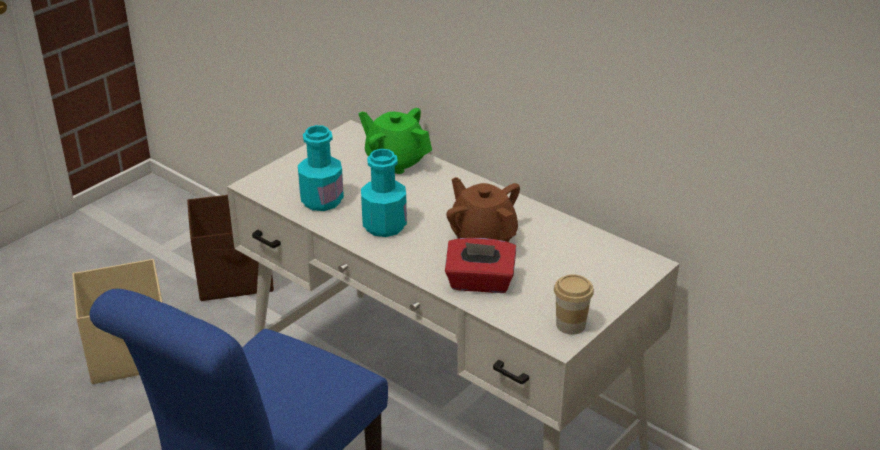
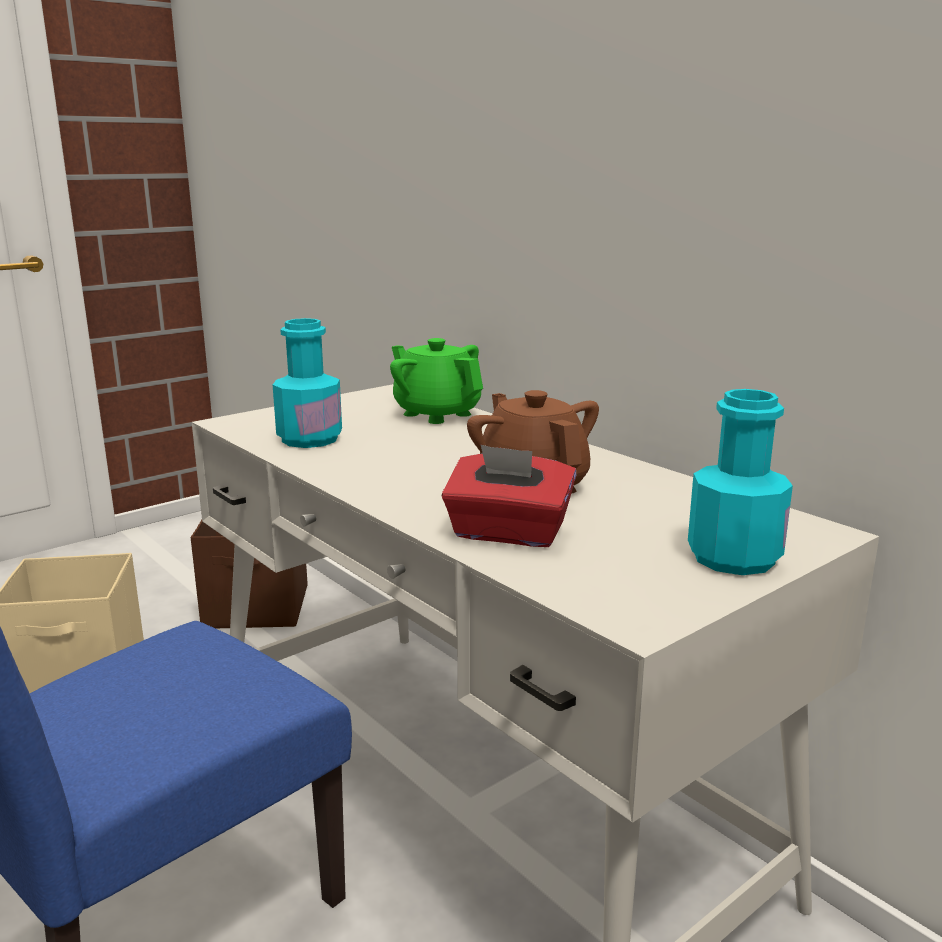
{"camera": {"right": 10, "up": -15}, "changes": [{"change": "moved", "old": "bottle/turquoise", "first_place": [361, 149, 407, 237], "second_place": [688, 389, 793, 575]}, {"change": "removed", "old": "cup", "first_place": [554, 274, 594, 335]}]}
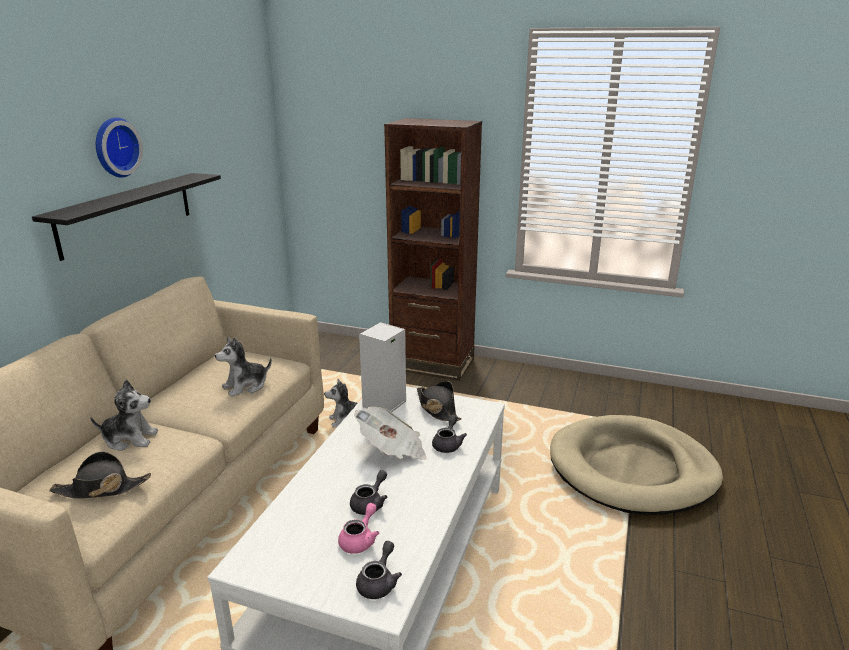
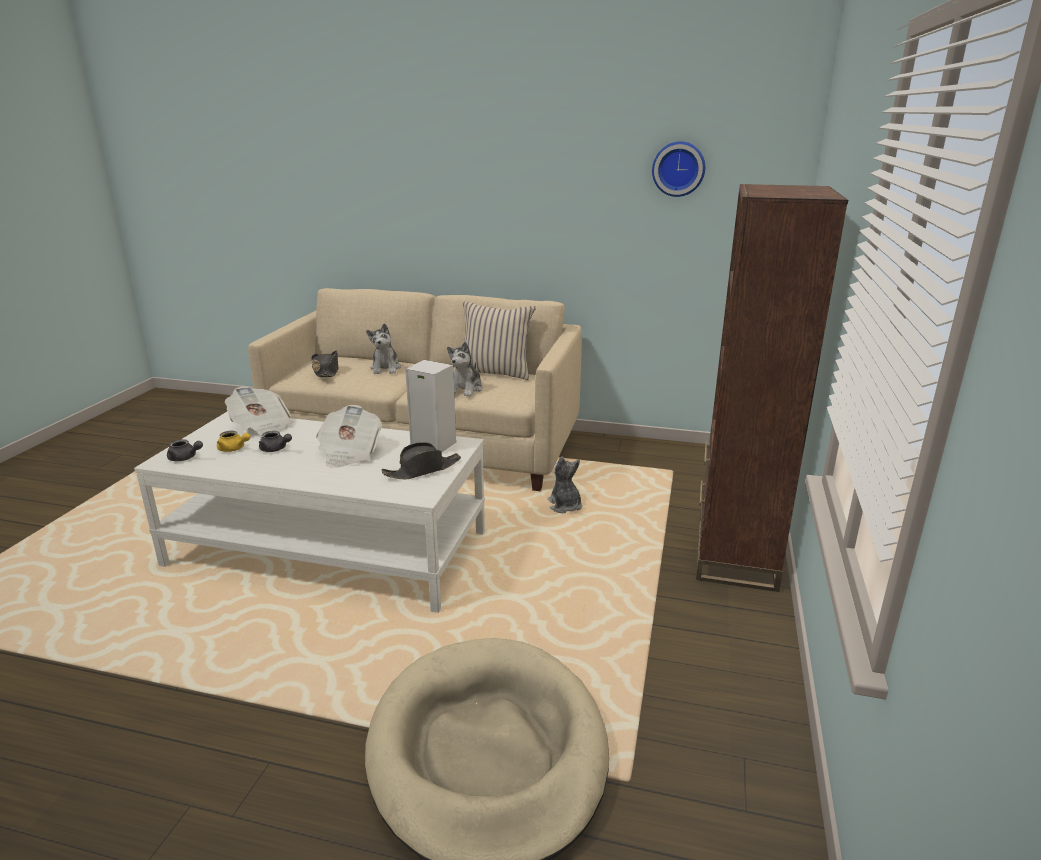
{"camera": {"right": 85, "up": 0}, "changes": [{"change": "recoloured", "old": "teapot/pink", "new": "teapot/yellow", "first_place": [338, 503, 379, 554], "second_place": [217, 431, 251, 452]}, {"change": "added", "new": "newspaper", "second_place": [225, 386, 293, 436]}, {"change": "turned", "old": "plush toy", "first_place": [215, 337, 272, 397], "second_place": [447, 342, 483, 397], "degrees": -120}, {"change": "added", "new": "pillow/beige", "second_place": [463, 301, 536, 380]}, {"change": "moved", "old": "wall clock", "first_place": [96, 118, 143, 178], "second_place": [652, 141, 705, 197]}, {"change": "removed", "old": "shelf/black", "first_place": [32, 173, 221, 261]}, {"change": "removed", "old": "teapot/grey", "first_place": [432, 415, 467, 453]}]}
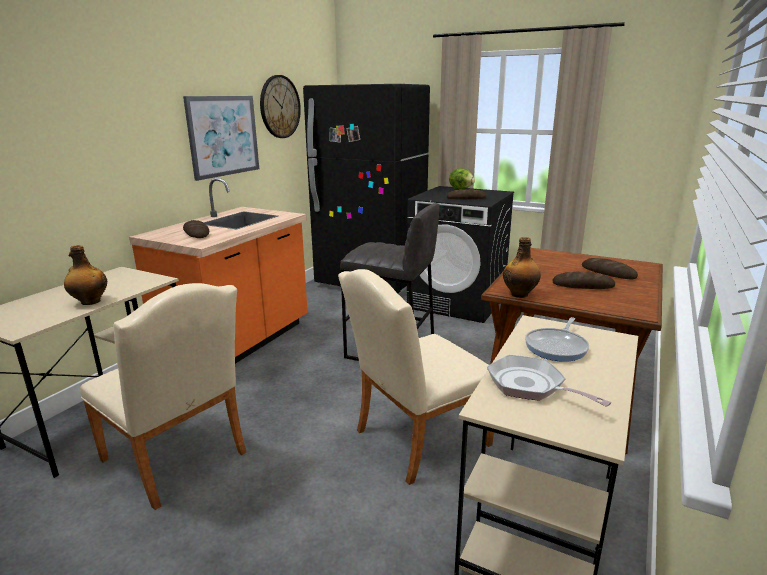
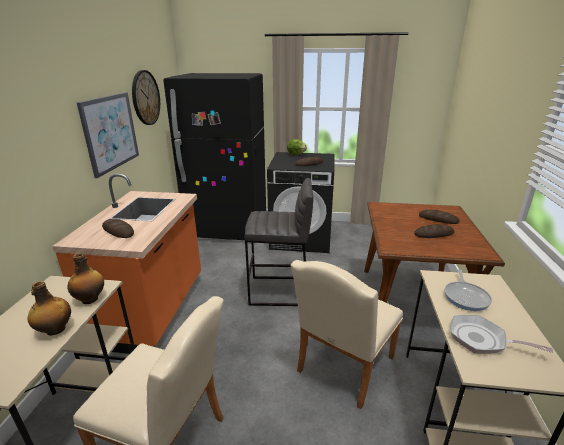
{"camera": {"right": -20, "up": 5}, "changes": [{"change": "moved", "old": "bottle", "first_place": [503, 237, 541, 298], "second_place": [67, 253, 104, 304]}]}
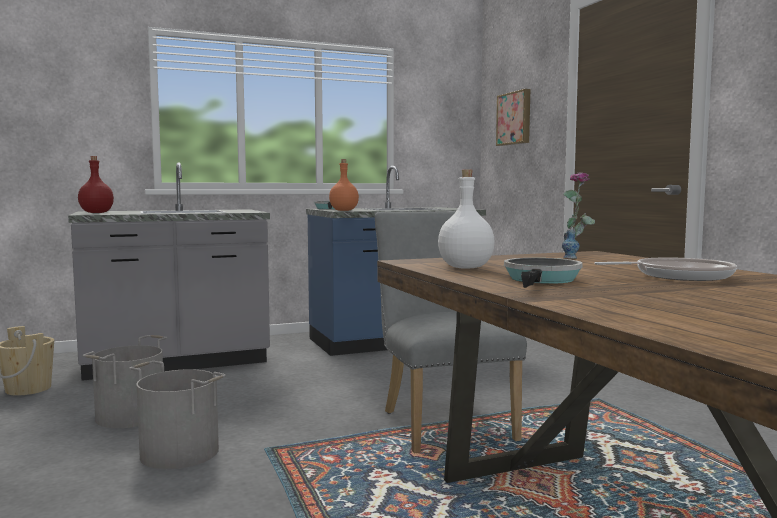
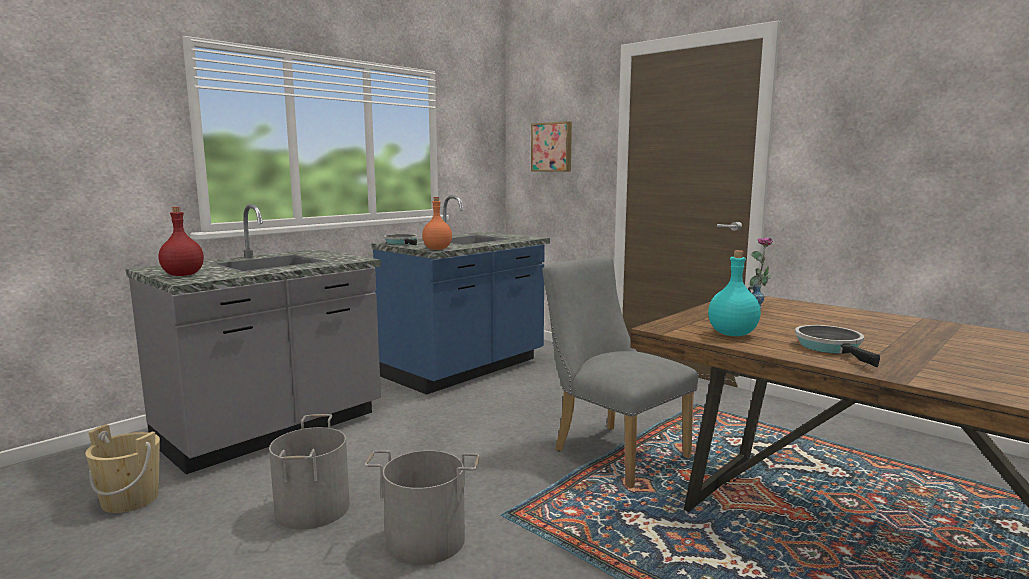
{"camera": {"right": -25, "up": 5}, "changes": [{"change": "recoloured", "old": "bottle/white", "new": "bottle/turquoise", "first_place": [438, 169, 495, 269], "second_place": [708, 250, 761, 336]}, {"change": "removed", "old": "frying pan", "first_place": [595, 257, 737, 281]}]}
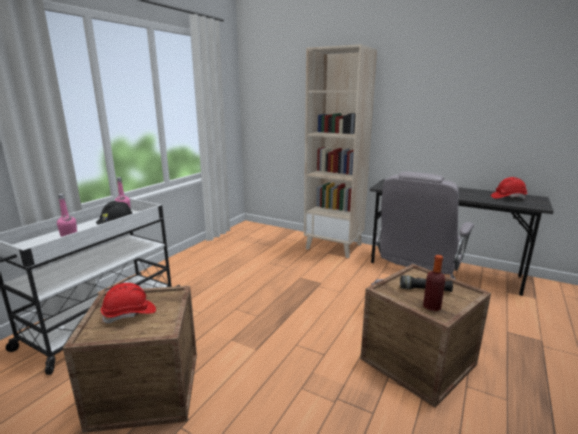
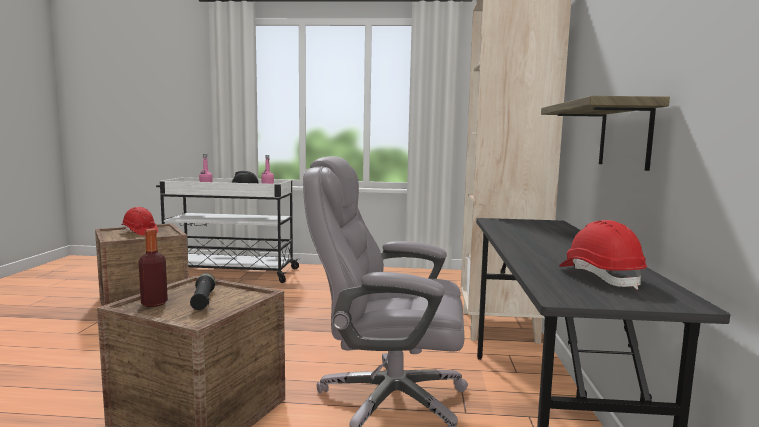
{"camera": {"right": 65, "up": -10}, "changes": [{"change": "added", "new": "shelf", "second_place": [541, 96, 670, 171]}]}
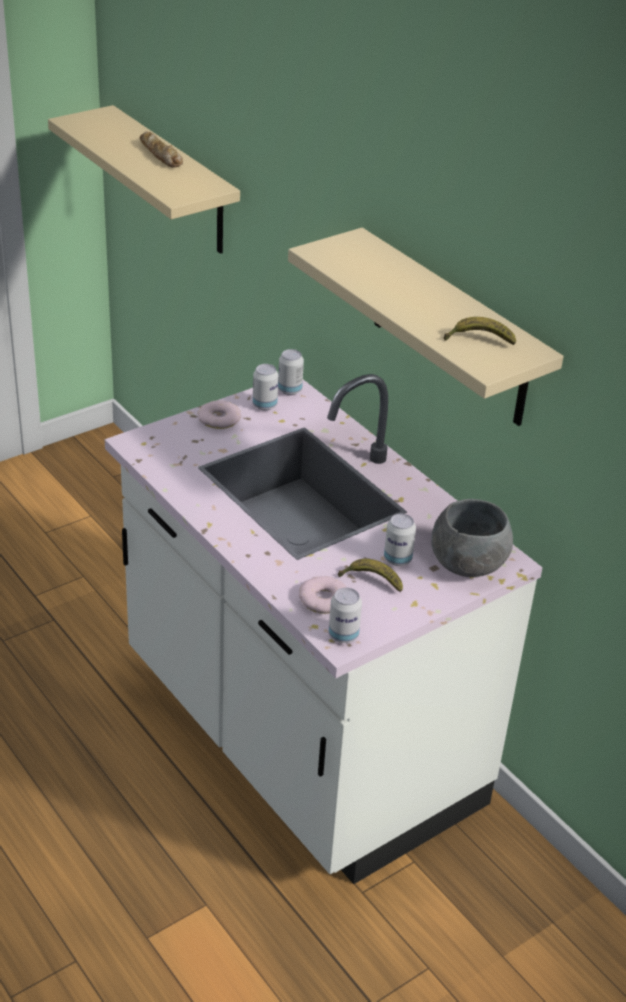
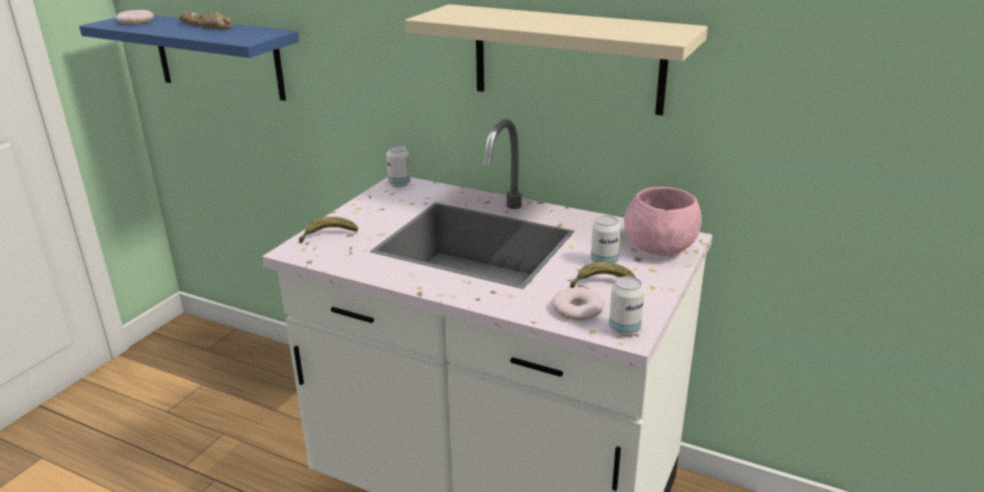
{"camera": {"right": -25, "up": -10}, "changes": [{"change": "recoloured", "old": "shelf/beige", "new": "shelf/blue", "first_place": [48, 105, 240, 254], "second_place": [79, 15, 299, 101]}, {"change": "moved", "old": "donut", "first_place": [198, 400, 241, 429], "second_place": [116, 10, 154, 24]}, {"change": "moved", "old": "banana", "first_place": [444, 317, 516, 345], "second_place": [299, 217, 358, 243]}, {"change": "recoloured", "old": "bowl/grey", "new": "bowl/pink", "first_place": [431, 499, 513, 577], "second_place": [624, 187, 702, 256]}, {"change": "removed", "old": "can", "first_place": [253, 364, 279, 411]}]}
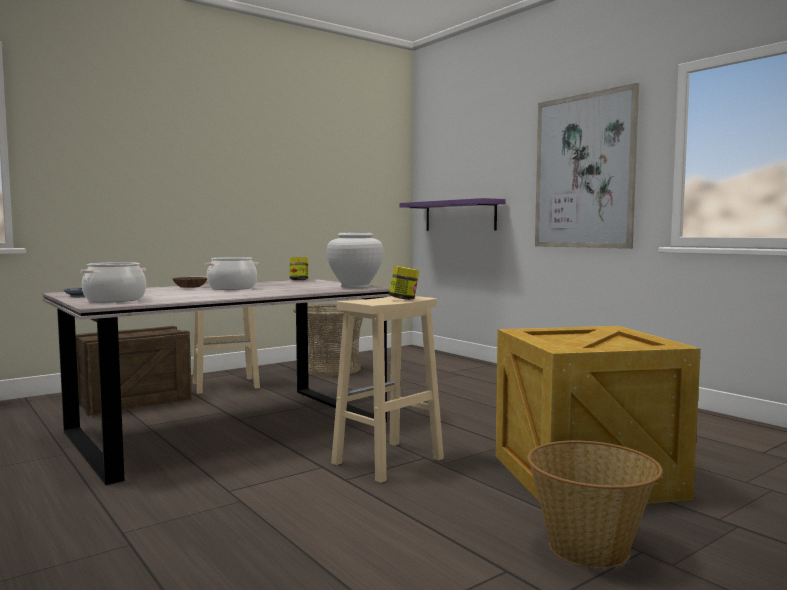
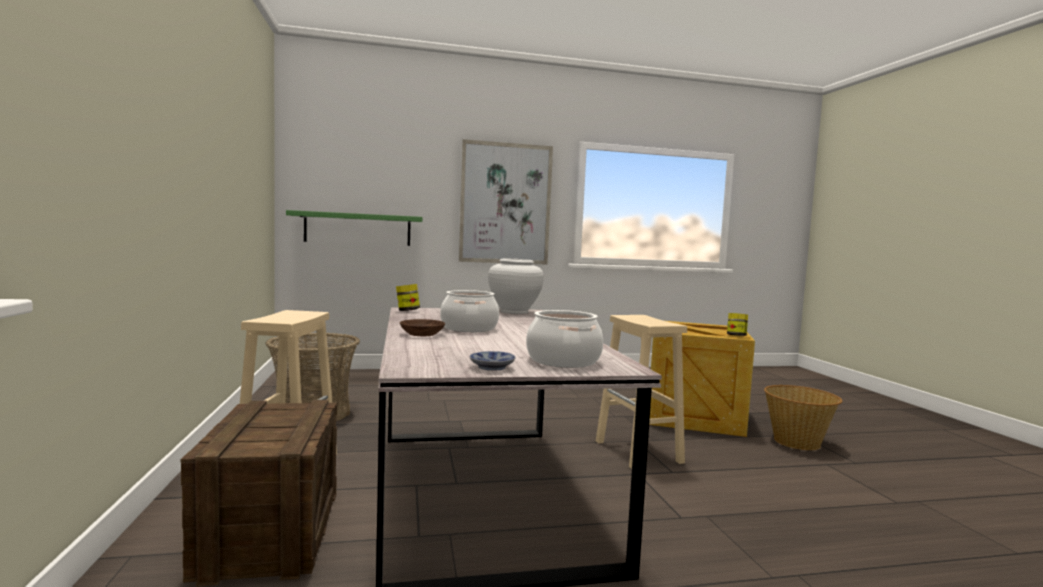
{"camera": {"right": -65, "up": 0}, "changes": [{"change": "recoloured", "old": "shelf/purple", "new": "shelf/green", "first_place": [399, 198, 506, 231], "second_place": [286, 210, 422, 246]}, {"change": "moved", "old": "jar", "first_place": [389, 266, 419, 300], "second_place": [727, 313, 748, 336]}]}
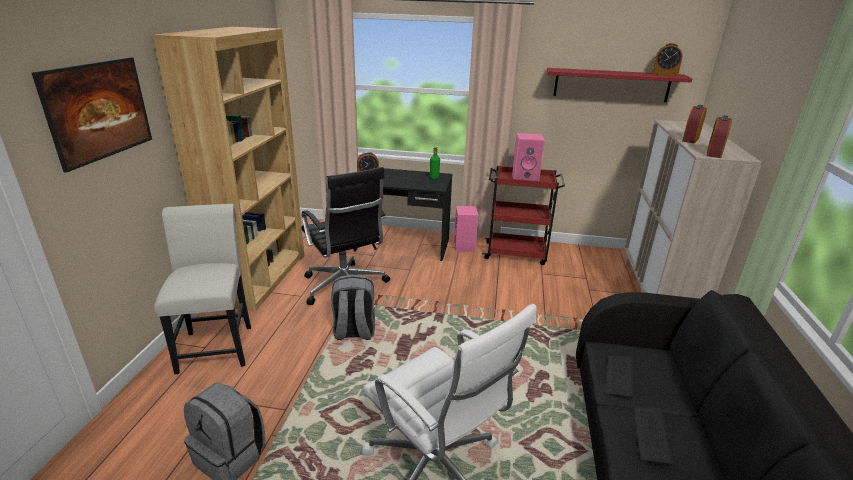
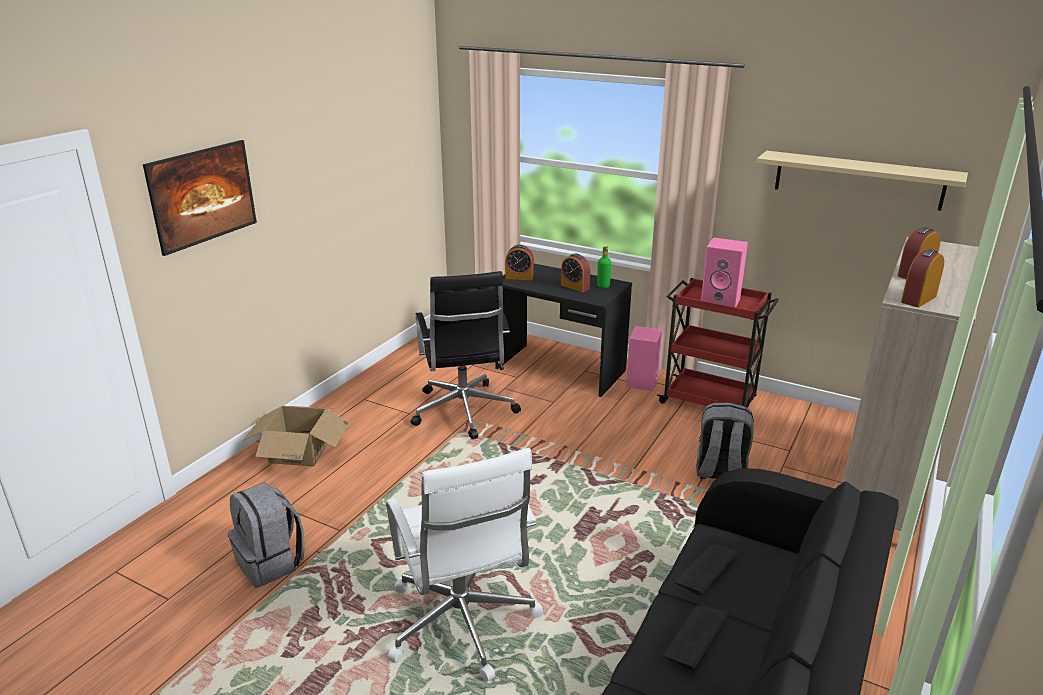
{"camera": {"right": 20, "up": 0}, "changes": [{"change": "replaced", "old": "chair/white", "new": "cardboard box", "first_place": [154, 204, 251, 374], "second_place": [243, 406, 350, 467]}, {"change": "moved", "old": "alarm clock", "first_place": [652, 43, 683, 76], "second_place": [561, 253, 590, 292]}, {"change": "moved", "old": "backpack/grey", "first_place": [331, 274, 375, 340], "second_place": [696, 402, 754, 479]}, {"change": "recoloured", "old": "shelf/red", "new": "shelf/beige", "first_place": [547, 68, 692, 102], "second_place": [756, 151, 968, 211]}, {"change": "removed", "old": "bookcase/brown", "first_place": [153, 27, 304, 312]}]}
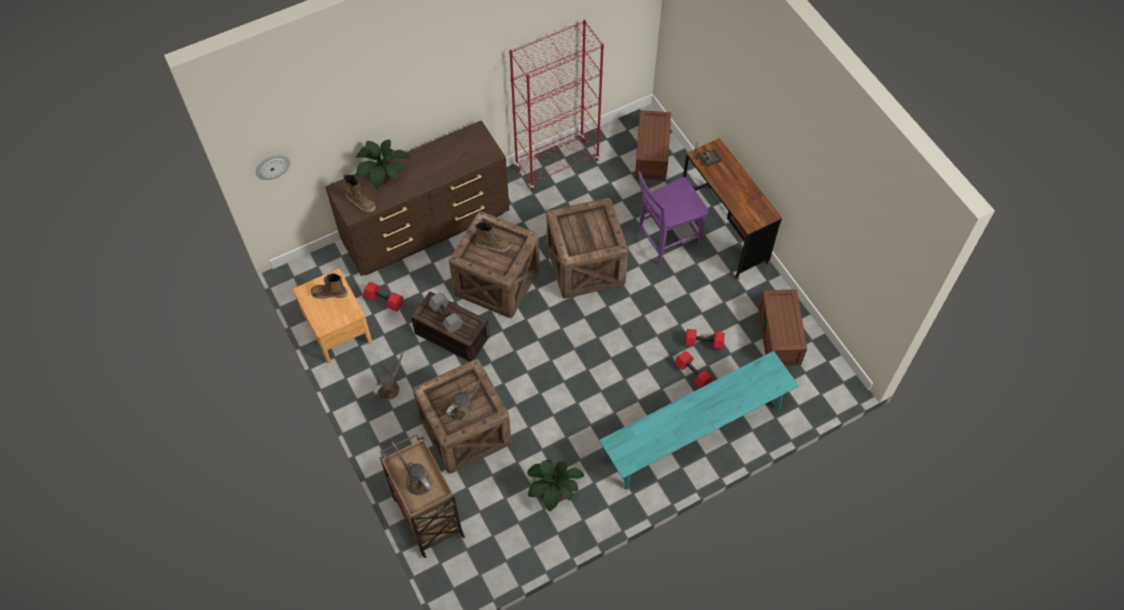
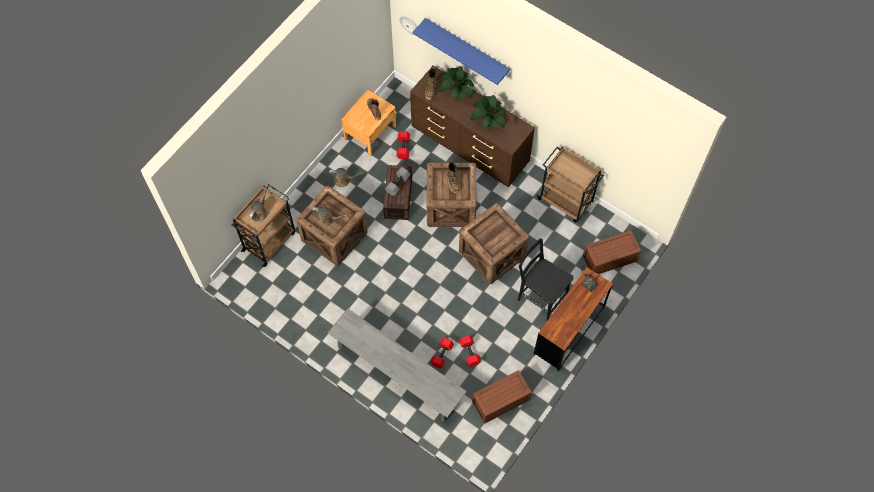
{"camera": {"right": 65, "up": 5}, "changes": [{"change": "recoloured", "old": "bench/turquoise", "new": "bench/grey", "first_place": [599, 351, 799, 489], "second_place": [328, 309, 467, 421]}, {"change": "added", "new": "shelf/blue", "second_place": [413, 18, 510, 85]}, {"change": "moved", "old": "potted plant", "first_place": [527, 459, 584, 511], "second_place": [470, 95, 506, 130]}, {"change": "recoloured", "old": "chair/purple", "new": "chair/black", "first_place": [638, 171, 708, 265], "second_place": [518, 238, 574, 320]}, {"change": "replaced", "old": "bookcase/red", "new": "cart/brown", "first_place": [509, 20, 604, 190], "second_place": [537, 146, 604, 223]}]}
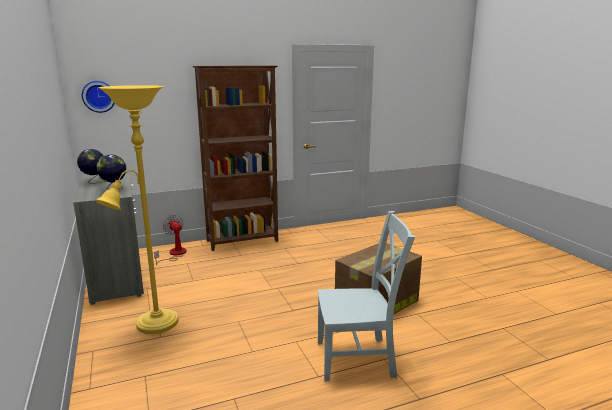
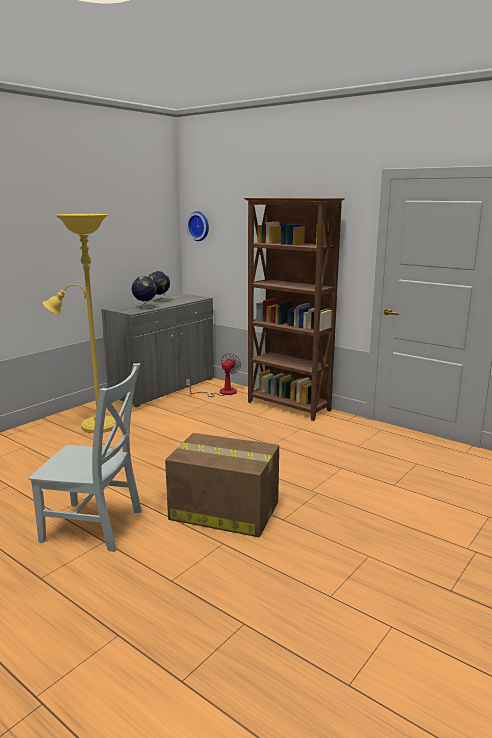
{"camera": {"right": 60, "up": 0}, "changes": [{"change": "turned", "old": "chair/grey", "first_place": [318, 211, 415, 381], "second_place": [29, 363, 142, 552], "degrees": -45}]}
